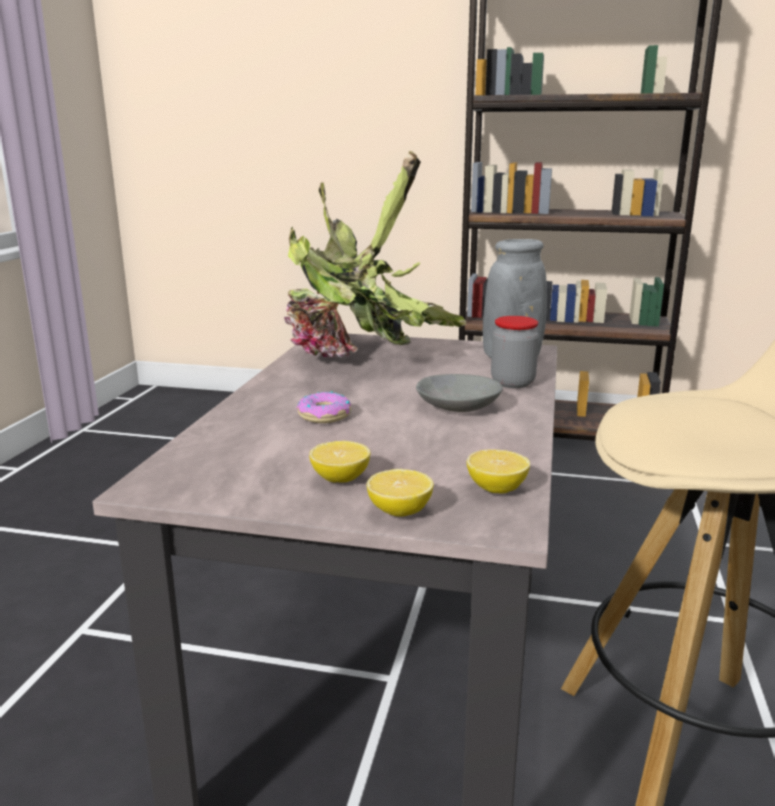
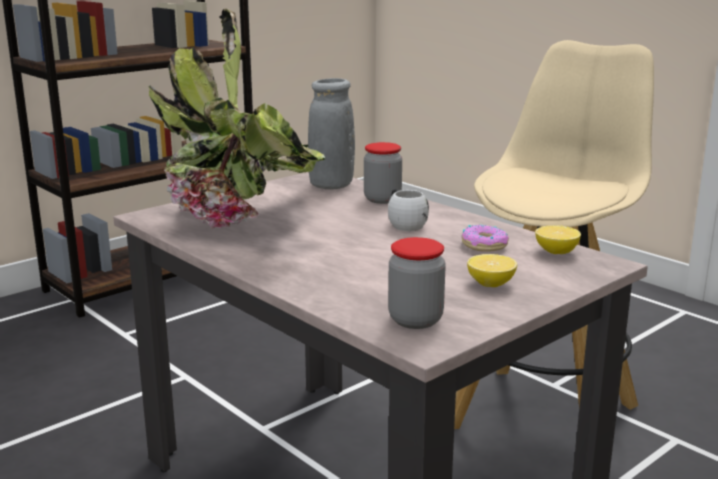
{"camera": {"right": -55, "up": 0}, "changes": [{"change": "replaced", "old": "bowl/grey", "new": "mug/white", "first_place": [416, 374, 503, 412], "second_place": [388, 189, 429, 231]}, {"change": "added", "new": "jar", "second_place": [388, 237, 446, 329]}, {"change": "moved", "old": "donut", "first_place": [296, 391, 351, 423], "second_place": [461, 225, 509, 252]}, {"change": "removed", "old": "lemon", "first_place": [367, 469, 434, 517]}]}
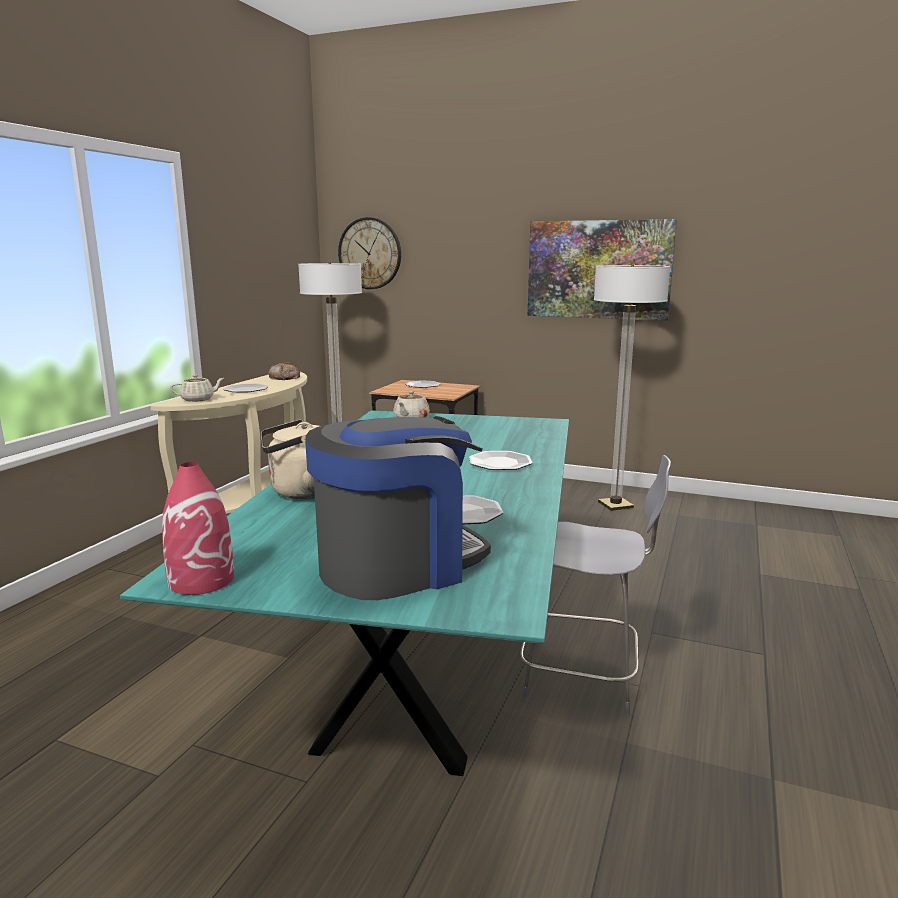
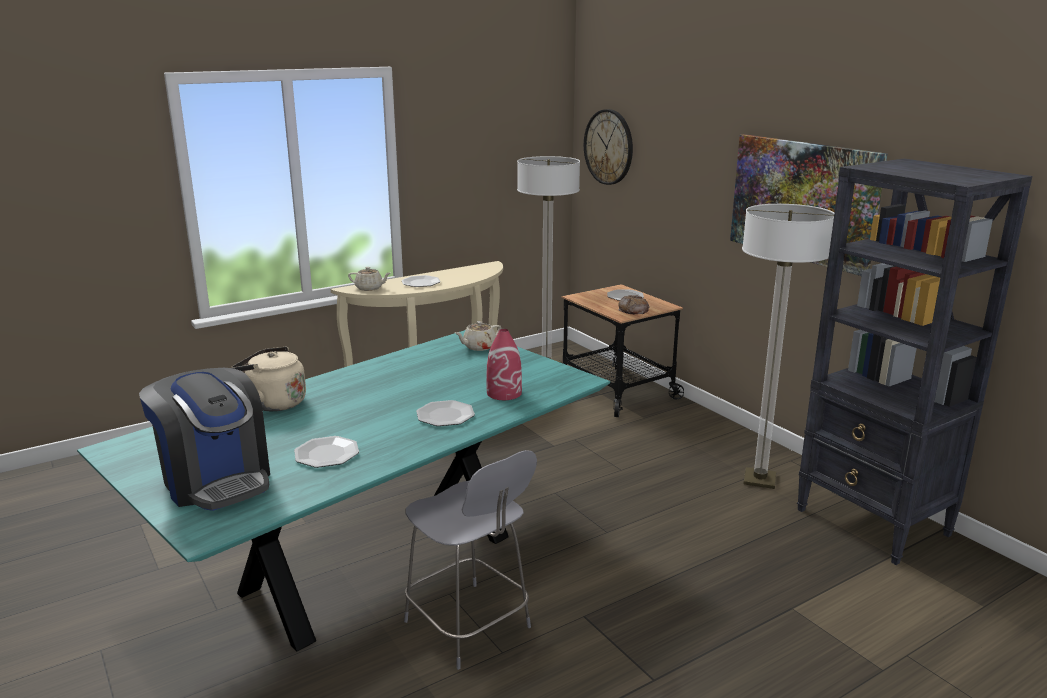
{"camera": {"right": 35, "up": 5}, "changes": [{"change": "turned", "old": "coffee machine", "first_place": [305, 416, 491, 600], "second_place": [139, 368, 270, 511], "degrees": 45}, {"change": "moved", "old": "vase/red", "first_place": [162, 462, 234, 595], "second_place": [486, 329, 522, 400]}, {"change": "moved", "old": "bread", "first_place": [268, 363, 300, 380], "second_place": [618, 295, 650, 314]}, {"change": "added", "new": "bookcase/black", "second_place": [797, 159, 1032, 565]}]}
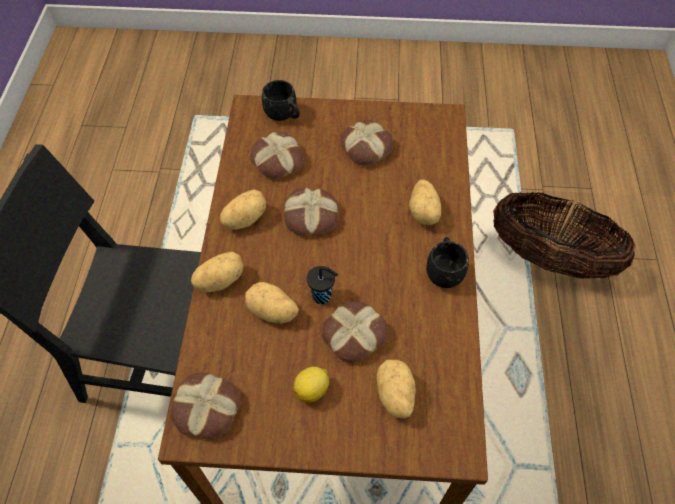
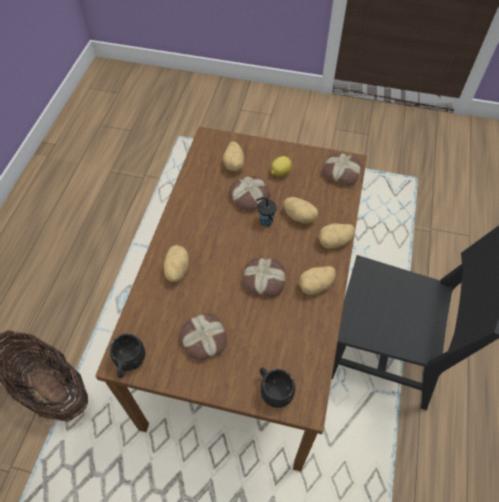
{"camera": {"right": -170, "up": 0}, "changes": [{"change": "moved", "old": "mug/black", "first_place": [426, 237, 469, 288], "second_place": [110, 333, 145, 378]}, {"change": "removed", "old": "bread", "first_place": [250, 132, 304, 179]}]}
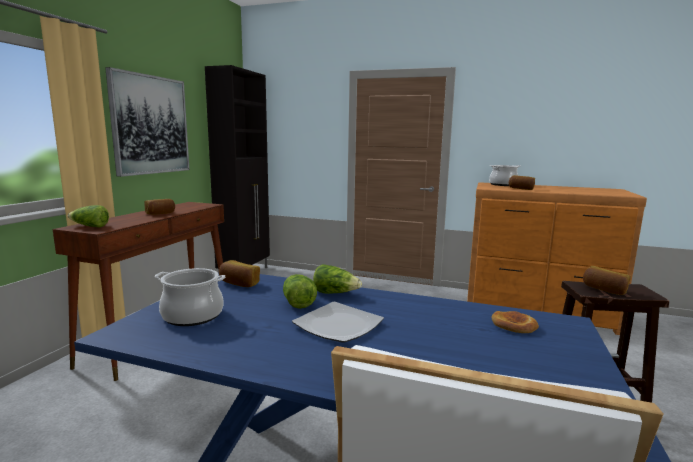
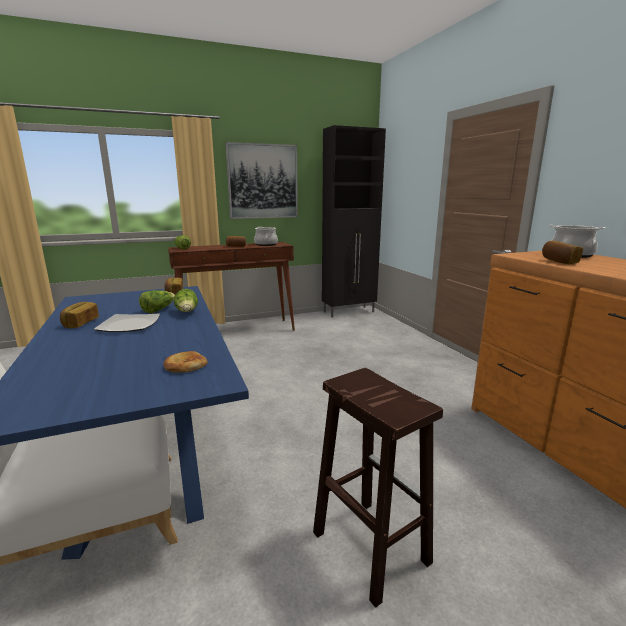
{"camera": {"right": 50, "up": 5}, "changes": [{"change": "moved", "old": "bread", "first_place": [583, 266, 631, 295], "second_place": [60, 302, 99, 328]}, {"change": "moved", "old": "cooking pot", "first_place": [155, 268, 225, 326], "second_place": [254, 227, 278, 246]}]}
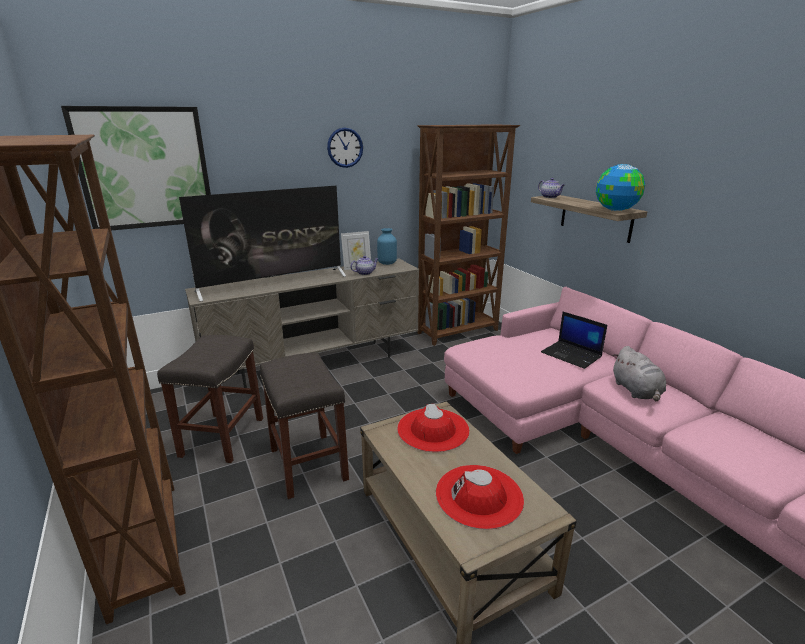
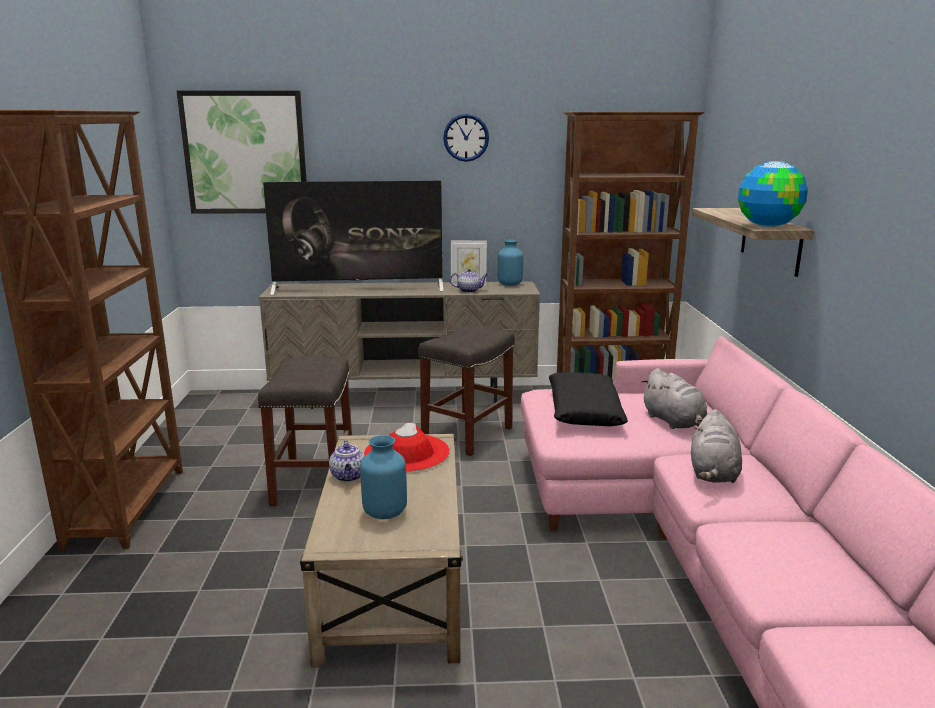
{"camera": {"right": 25, "up": -5}, "changes": [{"change": "moved", "old": "teapot", "first_place": [538, 178, 565, 198], "second_place": [329, 440, 365, 482]}, {"change": "replaced", "old": "hat/red", "new": "vase/blue", "first_place": [436, 465, 524, 530], "second_place": [360, 435, 407, 519]}, {"change": "moved", "old": "stool/grey", "first_place": [157, 335, 263, 463], "second_place": [418, 324, 515, 456]}, {"change": "added", "new": "pillow/black", "second_place": [549, 372, 628, 426]}, {"change": "replaced", "old": "laptop", "new": "plush toy/grey", "first_place": [541, 312, 607, 369], "second_place": [641, 368, 707, 429]}]}
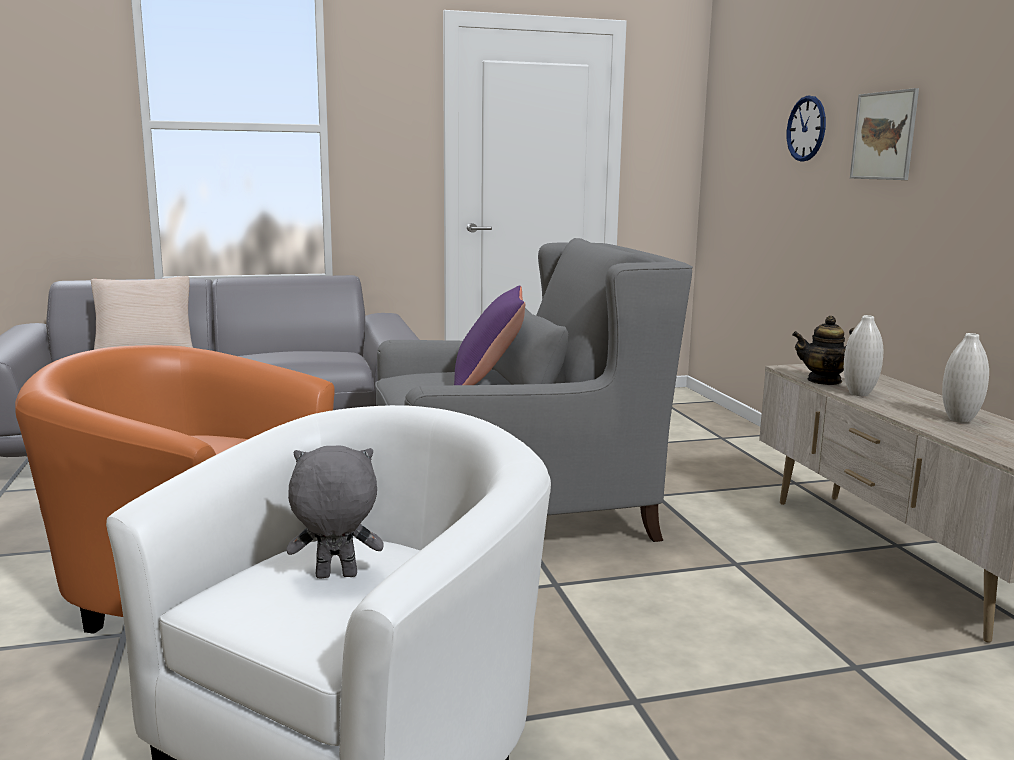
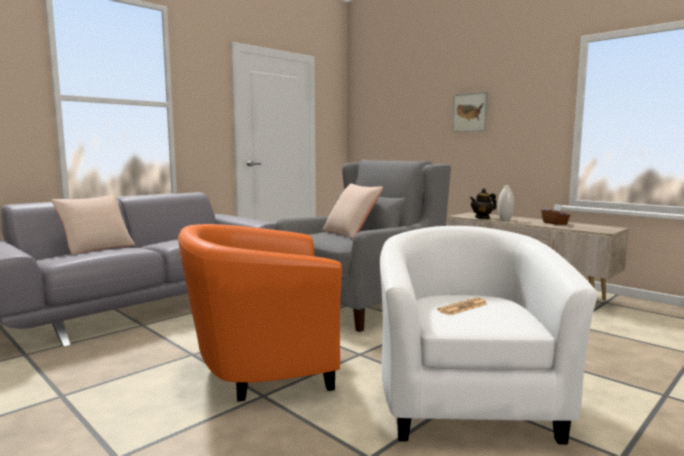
{"camera": {"right": -30, "up": -5}, "changes": [{"change": "recoloured", "old": "pillow/purple", "new": "pillow/beige", "first_place": [454, 285, 525, 385], "second_place": [323, 183, 383, 239]}, {"change": "replaced", "old": "plush toy/grey", "new": "newspaper", "first_place": [287, 446, 384, 578], "second_place": [437, 297, 487, 315]}, {"change": "replaced", "old": "vase/white", "new": "tissue box/brown", "first_place": [942, 333, 989, 423], "second_place": [541, 204, 571, 225]}, {"change": "removed", "old": "wall clock", "first_place": [787, 96, 826, 162]}]}
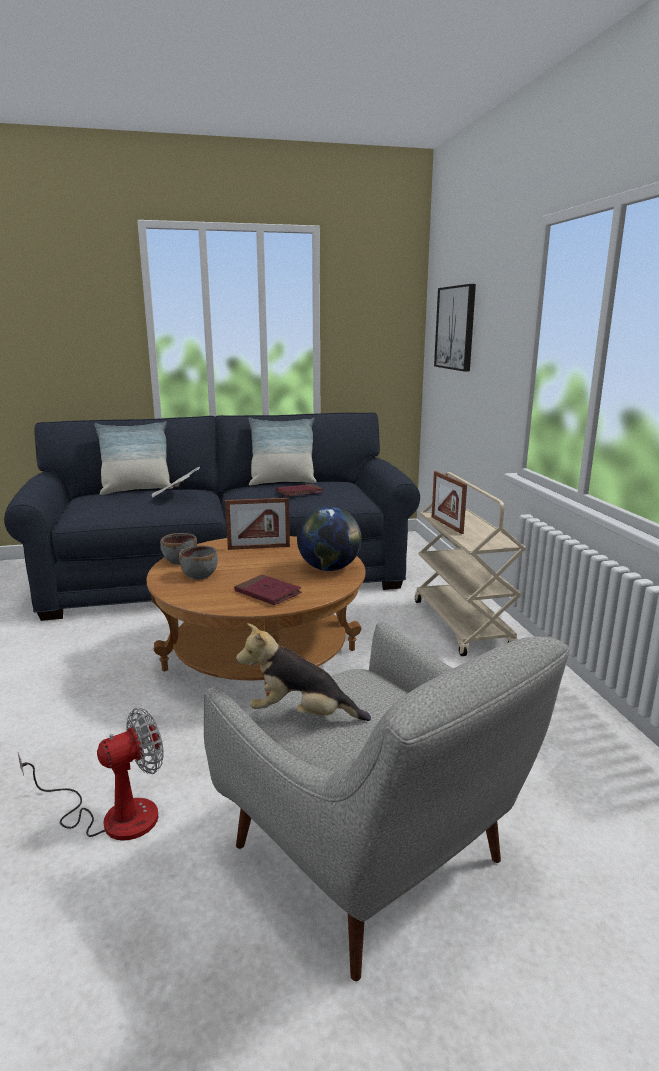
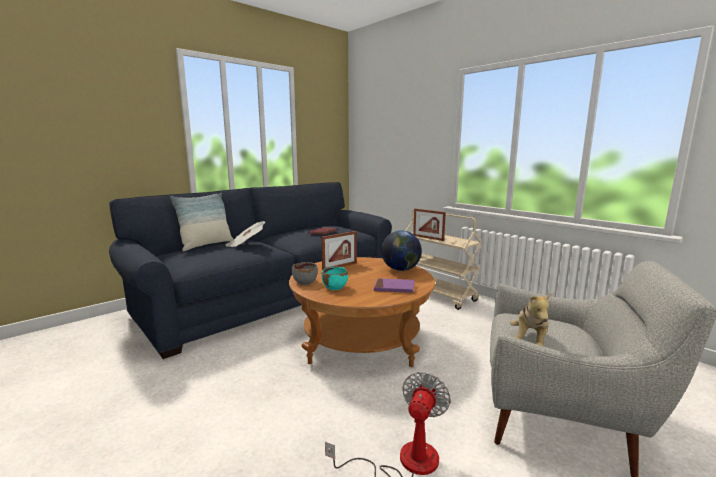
{"camera": {"right": -30, "up": -5}, "changes": [{"change": "recoloured", "old": "bowl/grey", "new": "bowl/turquoise", "first_place": [179, 545, 218, 580], "second_place": [321, 267, 348, 290]}, {"change": "recoloured", "old": "book/red", "new": "book/purple", "first_place": [234, 575, 302, 605], "second_place": [374, 278, 415, 293]}, {"change": "turned", "old": "plush toy", "first_place": [236, 623, 371, 721], "second_place": [510, 293, 552, 347], "degrees": -45}, {"change": "removed", "old": "pillow", "first_place": [249, 418, 317, 486]}, {"change": "removed", "old": "picture", "first_place": [434, 284, 476, 372]}]}
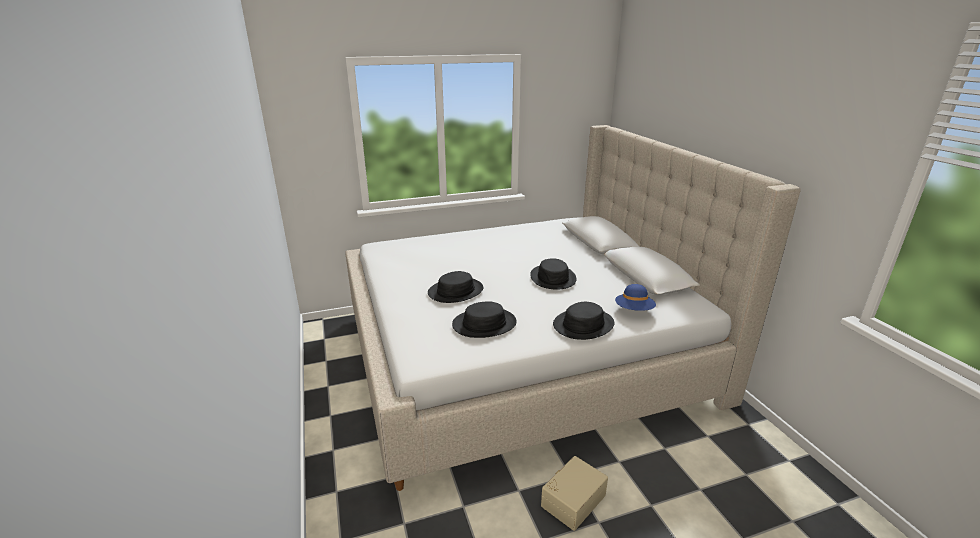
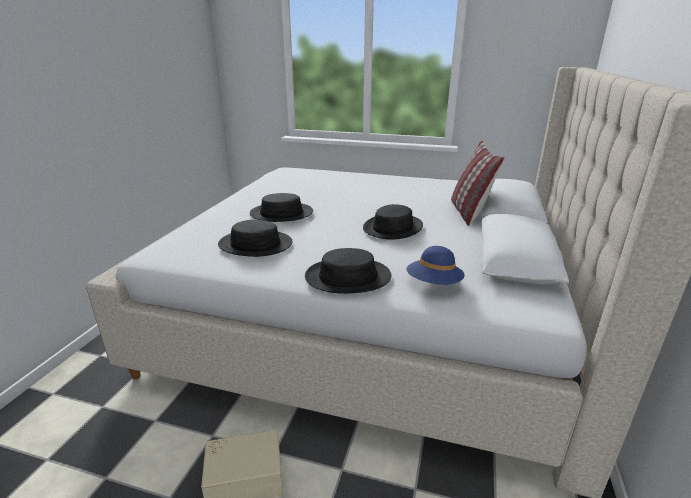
{"camera": {"right": 35, "up": 0}, "changes": [{"change": "added", "new": "pillow", "second_place": [451, 140, 505, 226]}]}
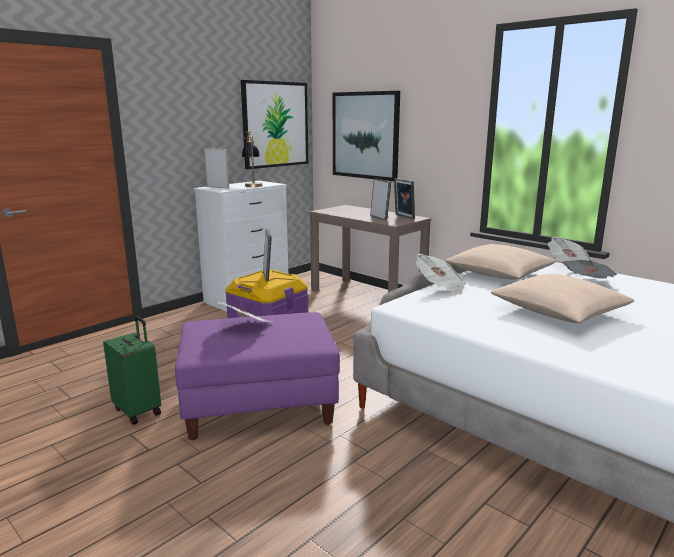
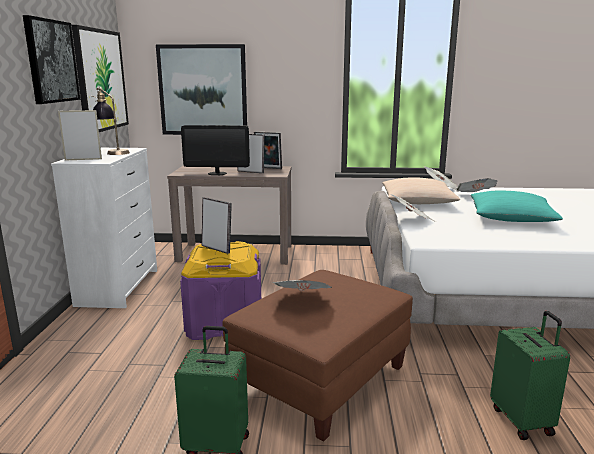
{"camera": {"right": -40, "up": 0}, "changes": [{"change": "added", "new": "picture", "second_place": [23, 15, 80, 104]}, {"change": "added", "new": "monitor", "second_place": [181, 125, 250, 175]}, {"change": "recoloured", "old": "ottoman/purple", "new": "ottoman/brown", "first_place": [175, 312, 340, 440], "second_place": [222, 270, 413, 441]}, {"change": "recoloured", "old": "pillow/beige", "new": "pillow/turquoise", "first_place": [491, 274, 634, 323], "second_place": [471, 191, 563, 222]}, {"change": "added", "new": "suitcase/green", "second_place": [490, 311, 570, 440]}]}
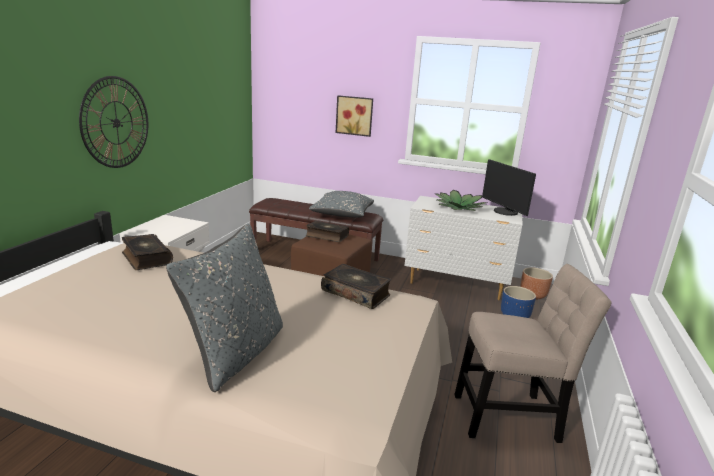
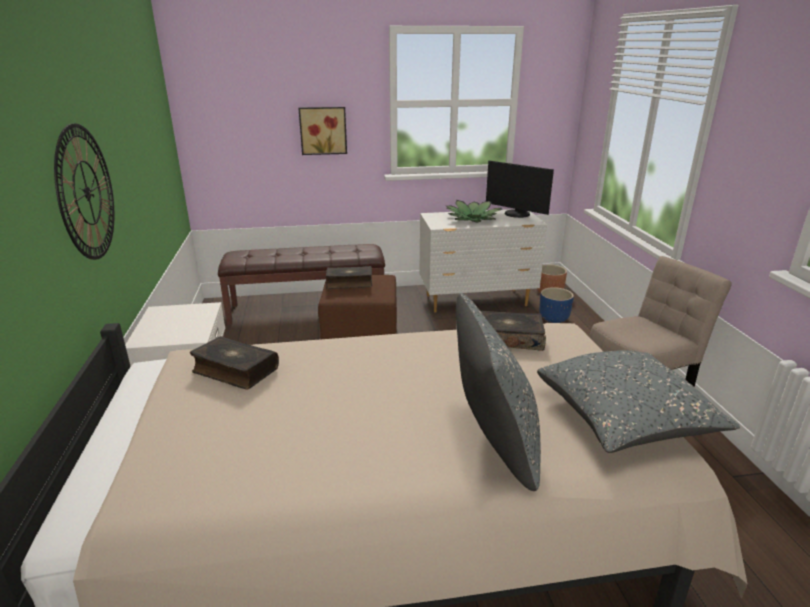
{"camera": {"right": -25, "up": 5}, "changes": [{"change": "moved", "old": "pillow/grey", "first_place": [309, 191, 374, 218], "second_place": [537, 350, 740, 453]}]}
